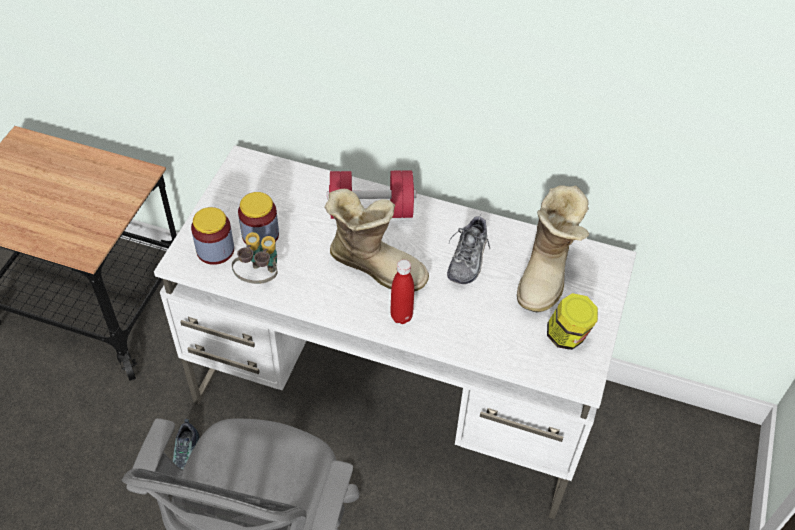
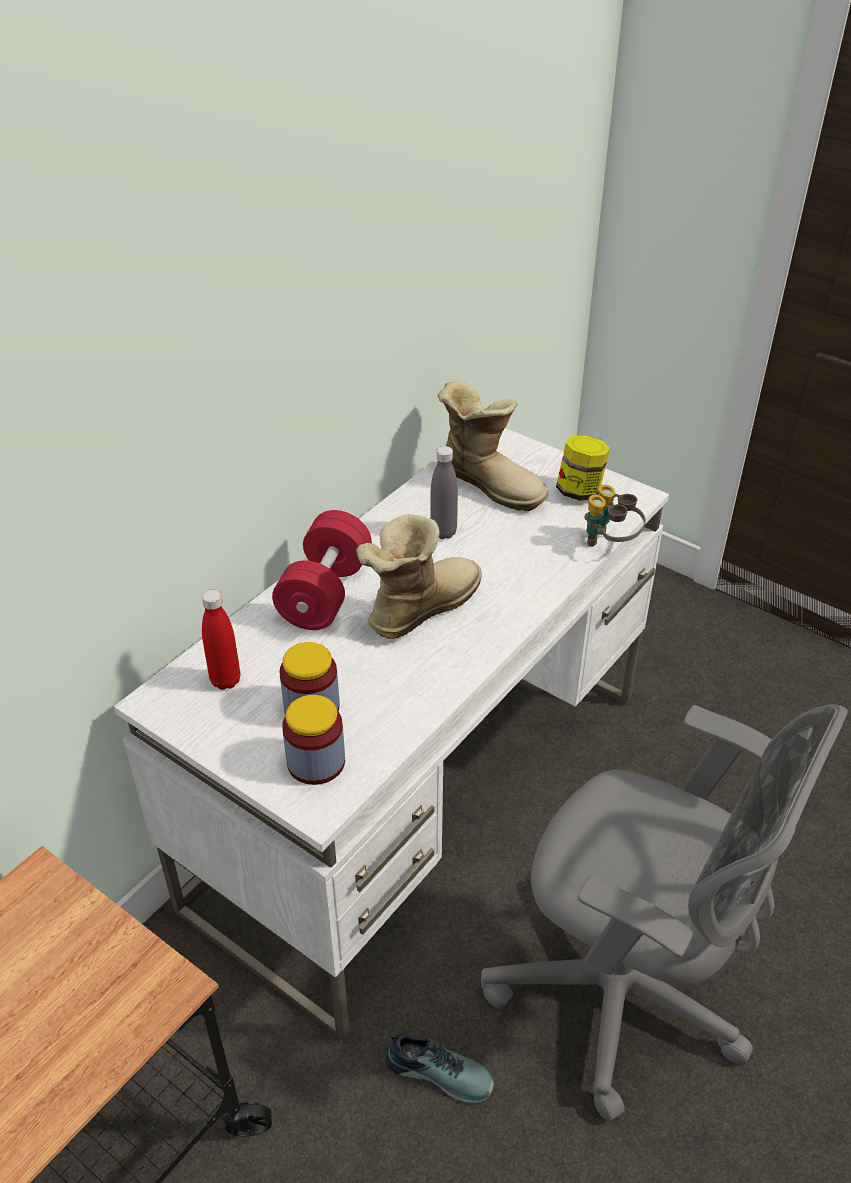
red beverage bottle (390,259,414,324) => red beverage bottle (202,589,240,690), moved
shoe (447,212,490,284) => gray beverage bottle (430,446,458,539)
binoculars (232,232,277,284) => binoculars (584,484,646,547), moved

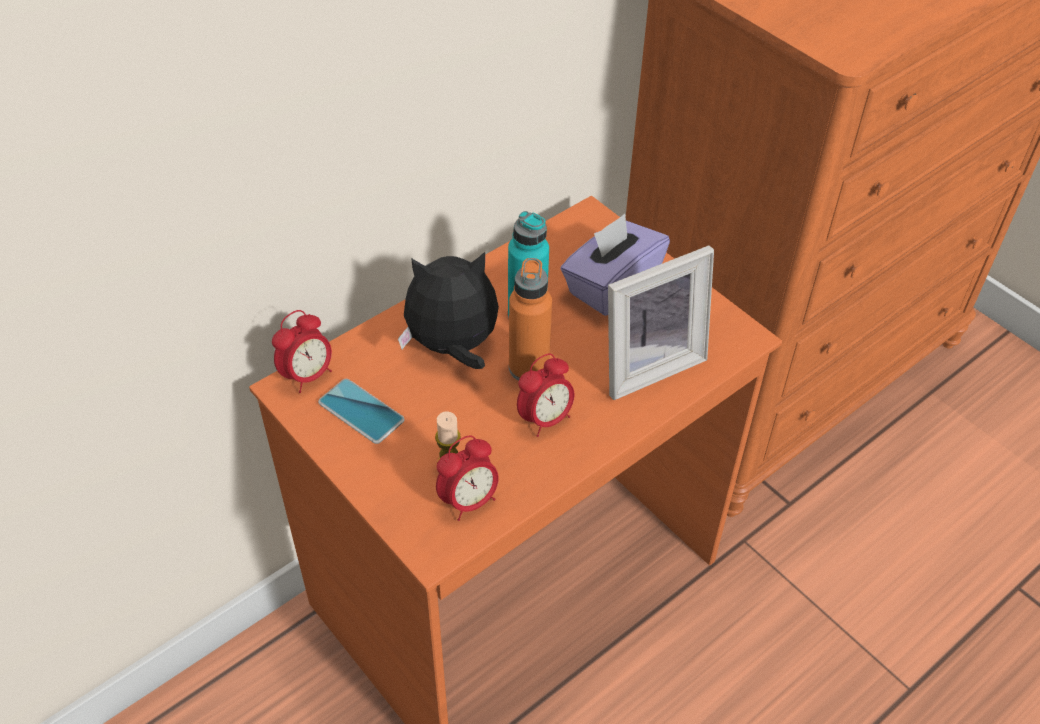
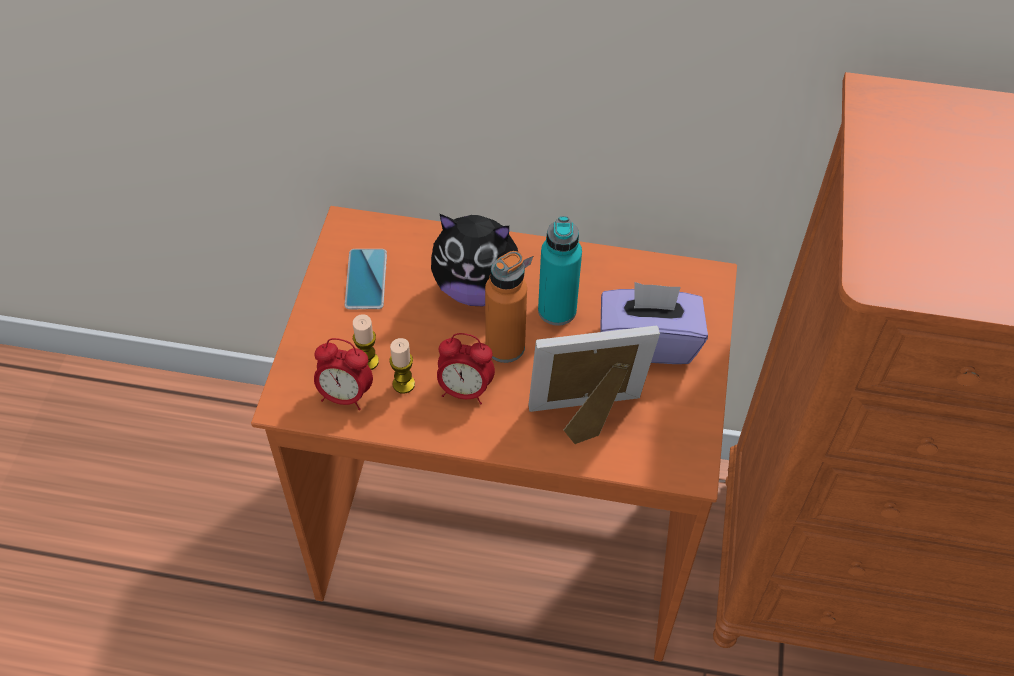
nothing => wax candle (389,338,415,394)
cuddly toy (398,252,499,369) => cuddly toy (431,214,533,306), 150 degrees clockwise
picture frame (608,245,714,400) => picture frame (528,326,660,444), 150 degrees clockwise
alarm clock (272,310,332,393) => nothing

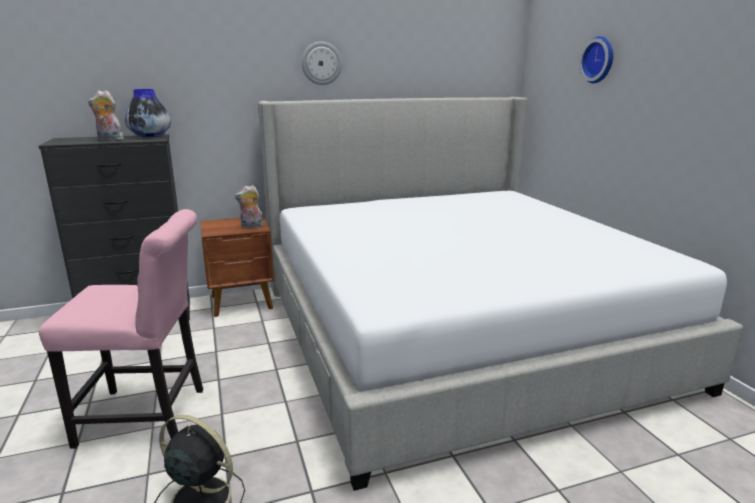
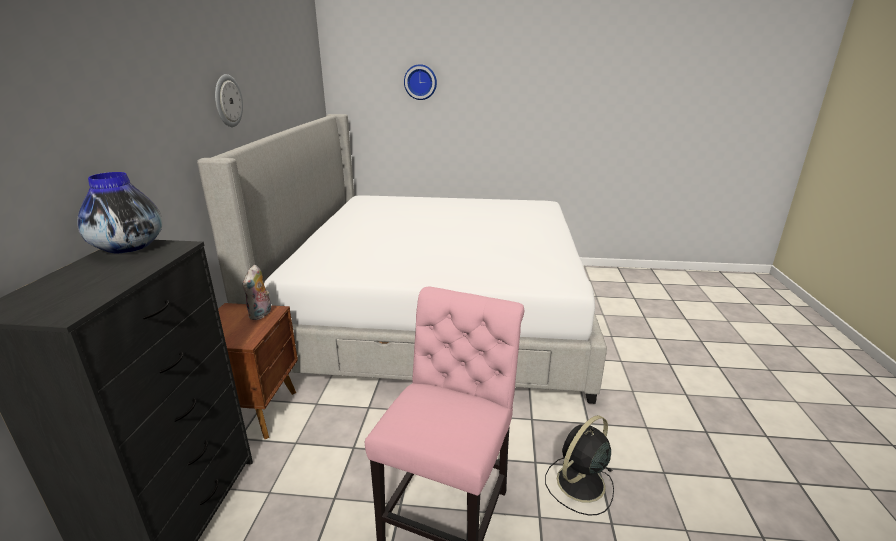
cuddly toy (88,90,126,141) => nothing

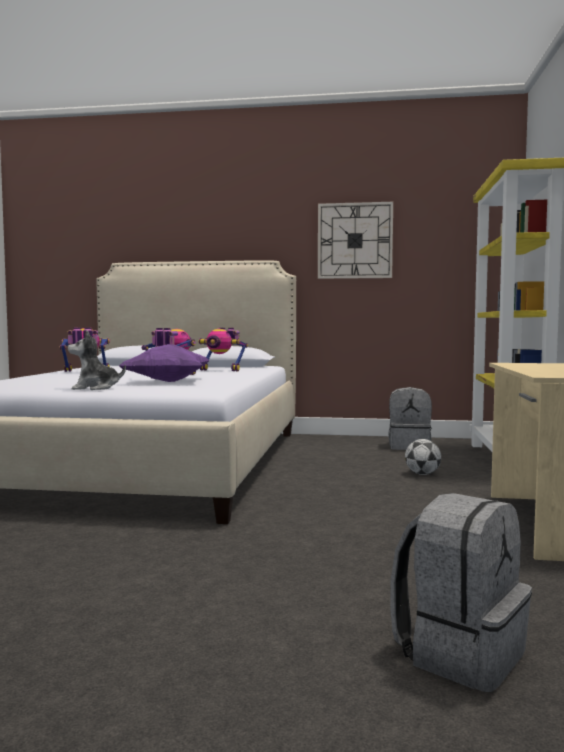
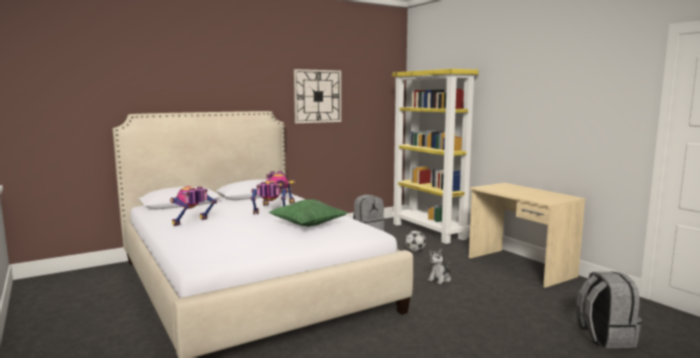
purplish pillow (119,344,210,382) => green pillow (269,199,347,227)
cuddly toy (68,330,126,390) => cuddly toy (428,248,451,284), moved

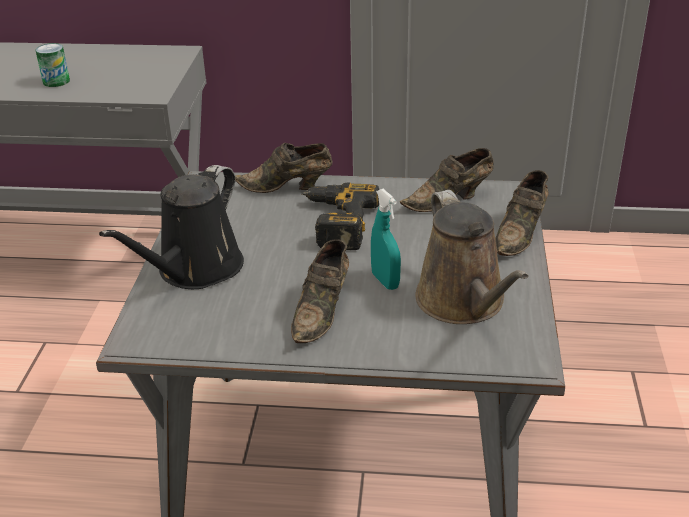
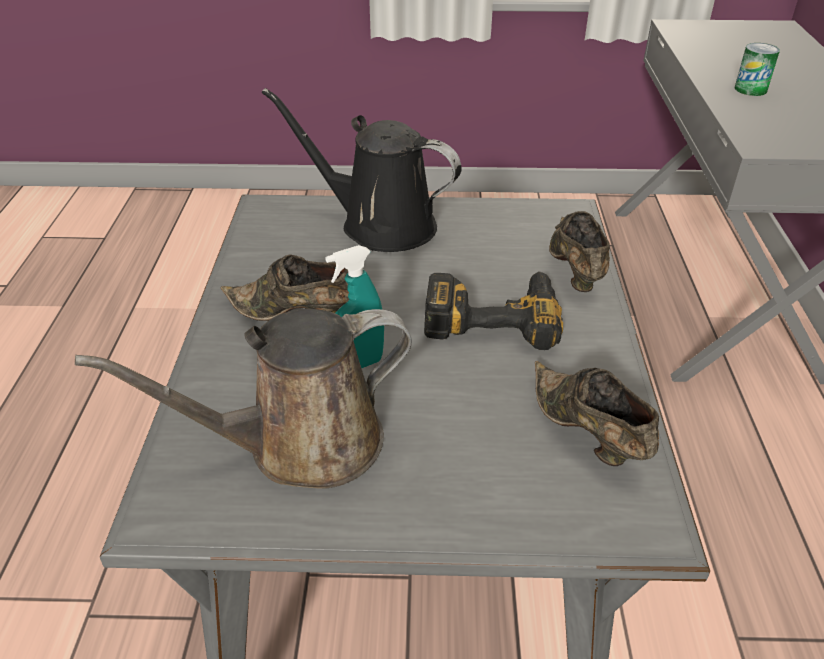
brown-coloured shoe (495,170,549,256) => nothing

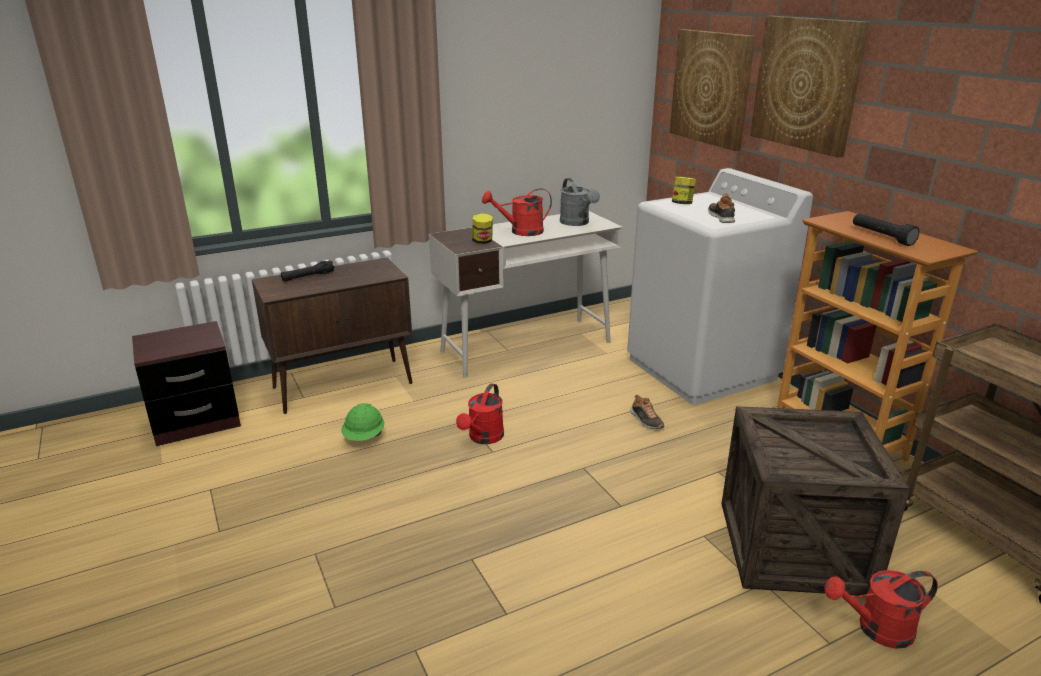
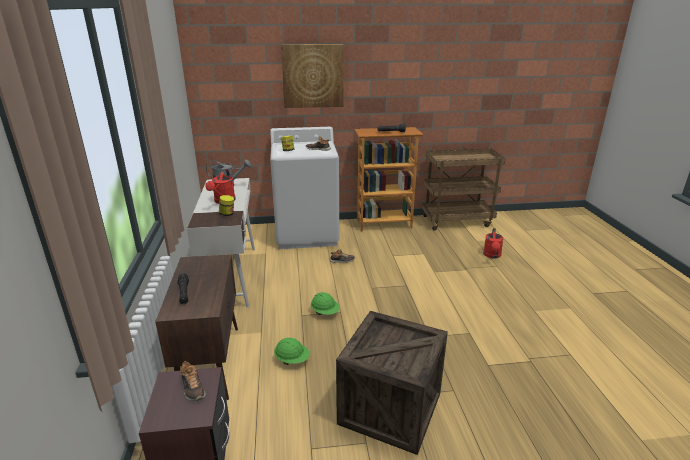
nothing => shoe (181,361,205,401)
red watering can (456,383,504,444) => green hard hat (311,292,340,315)
packing crate (722,406,910,596) => packing crate (336,311,448,455), moved
wall art (670,29,755,151) => nothing

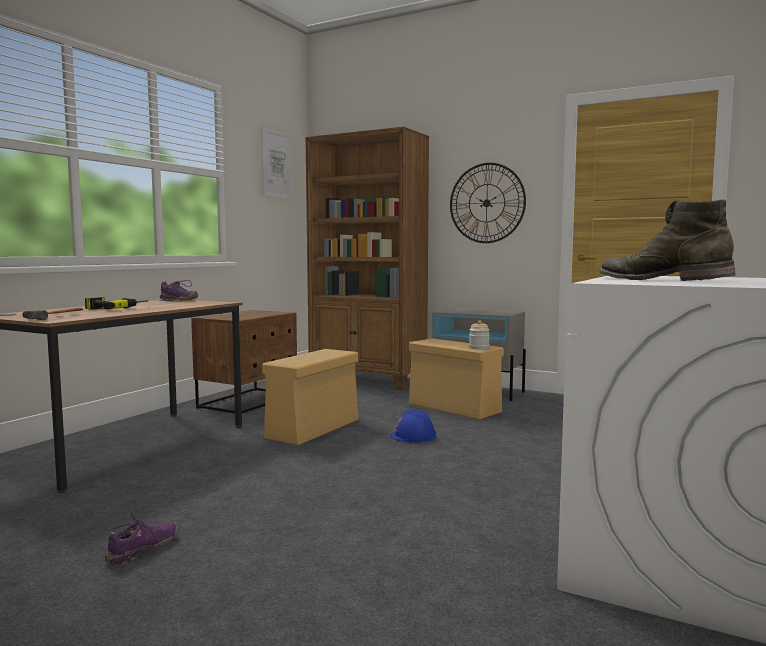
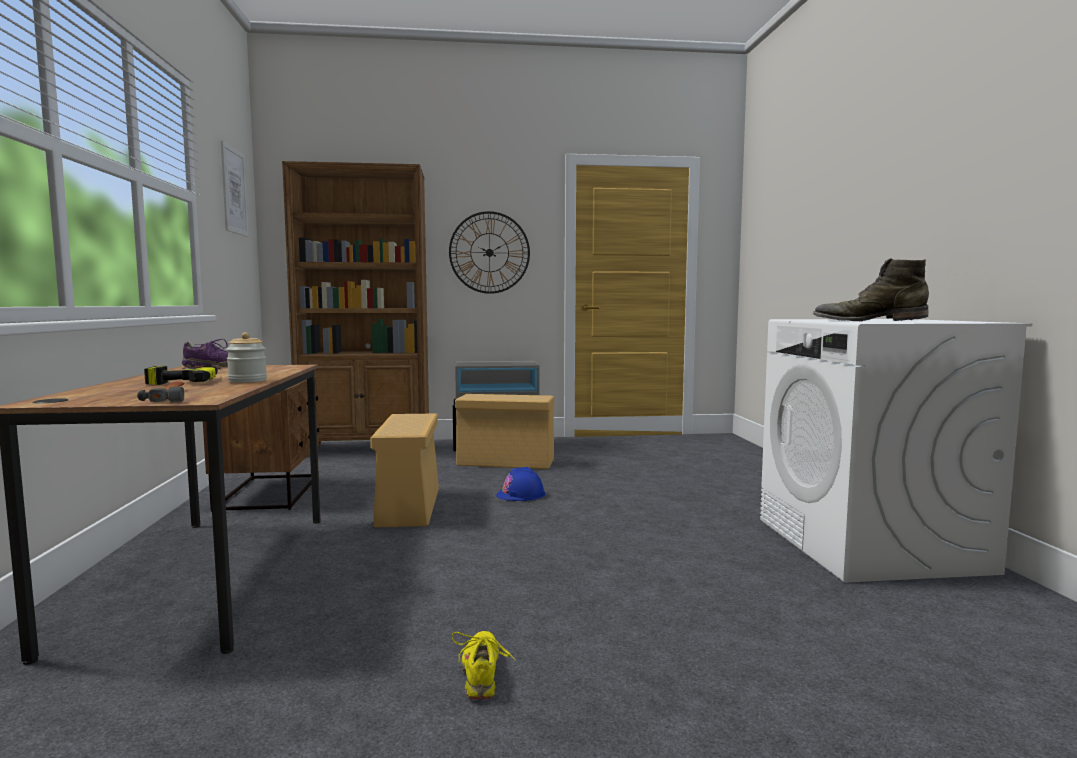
preserve jar (469,321,490,349) => preserve jar (226,332,267,383), moved
purplish shoe (105,512,178,565) => yellow-coloured shoe (451,631,516,699)

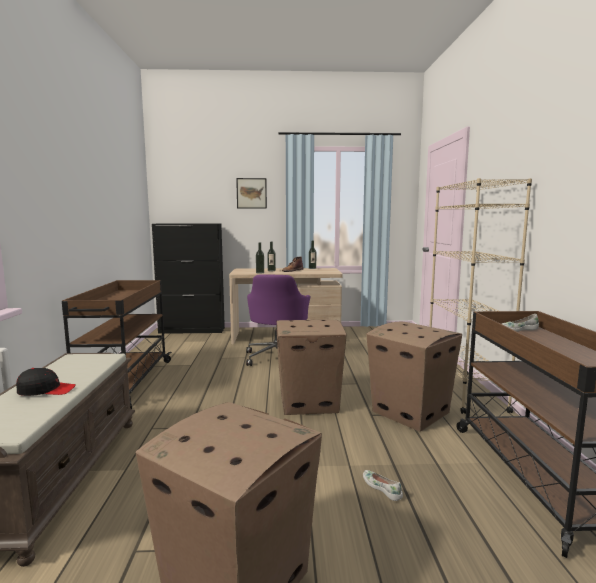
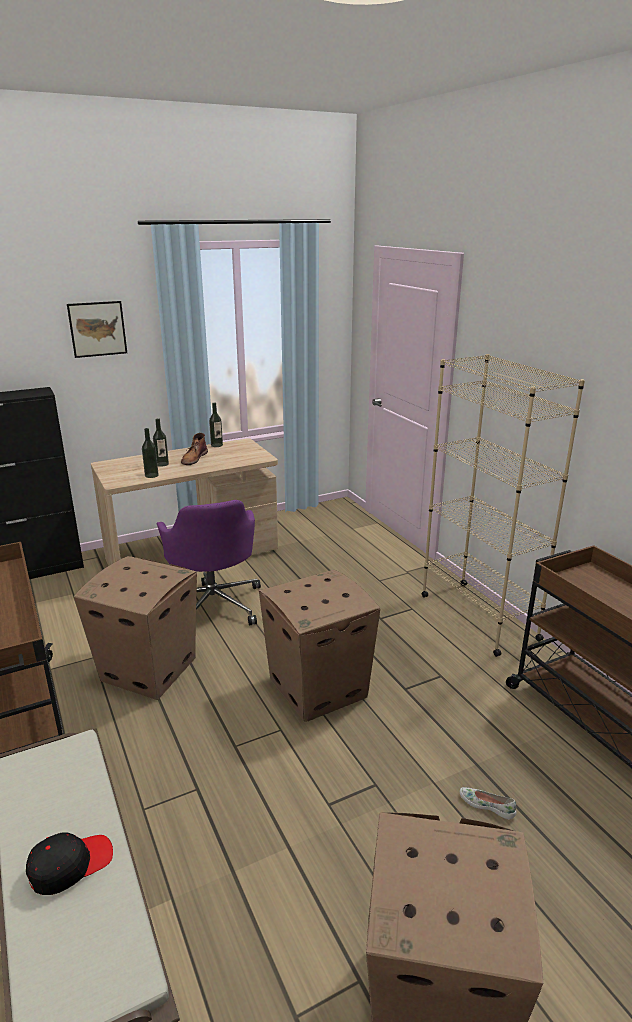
carton (366,322,462,432) => carton (74,556,197,700), moved
whitish shoe (502,314,539,332) => nothing

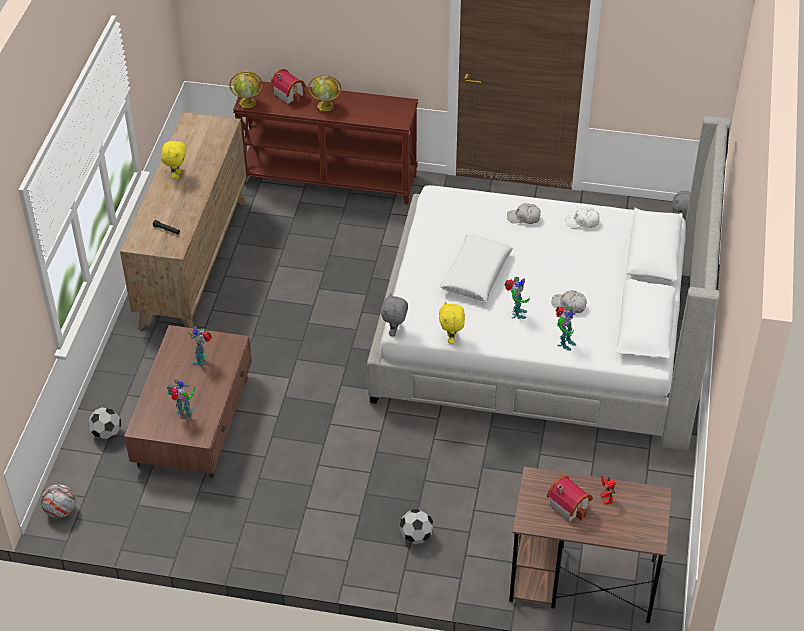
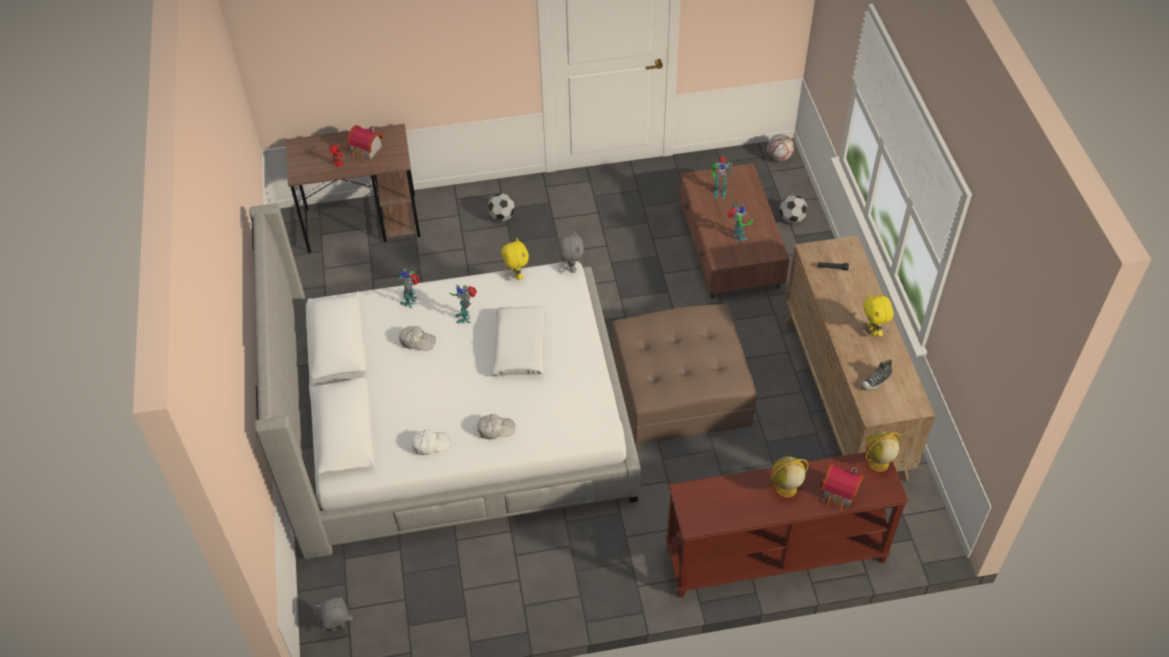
nothing => brown-coloured footrest (612,304,757,445)
nothing => shoe (861,360,892,391)

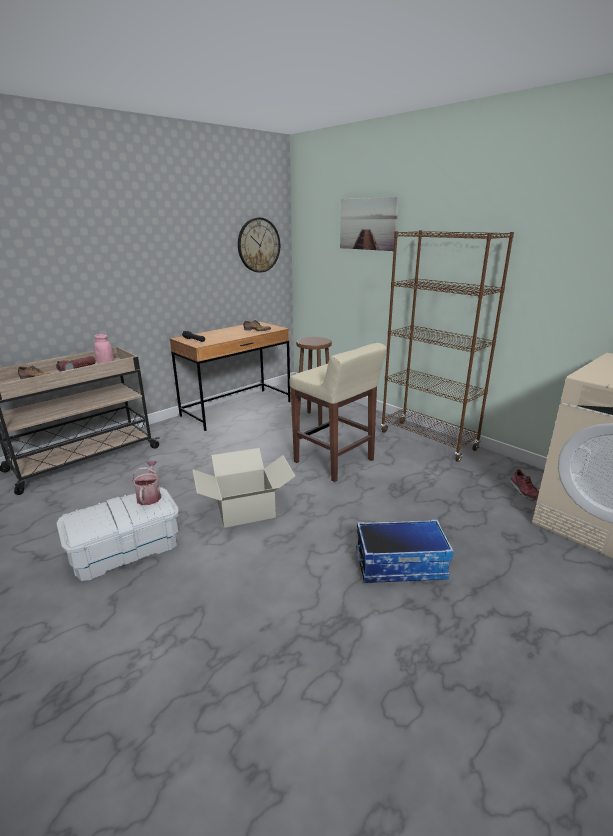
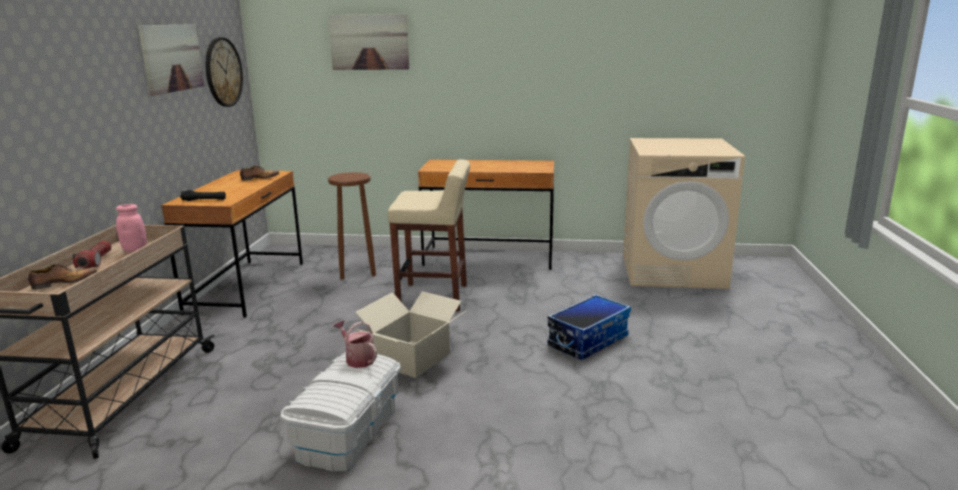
nothing => wall art (138,24,204,96)
brown-coloured bookshelf (381,230,514,462) => brown-coloured desk table (418,159,554,270)
shoe (509,469,539,501) => nothing

